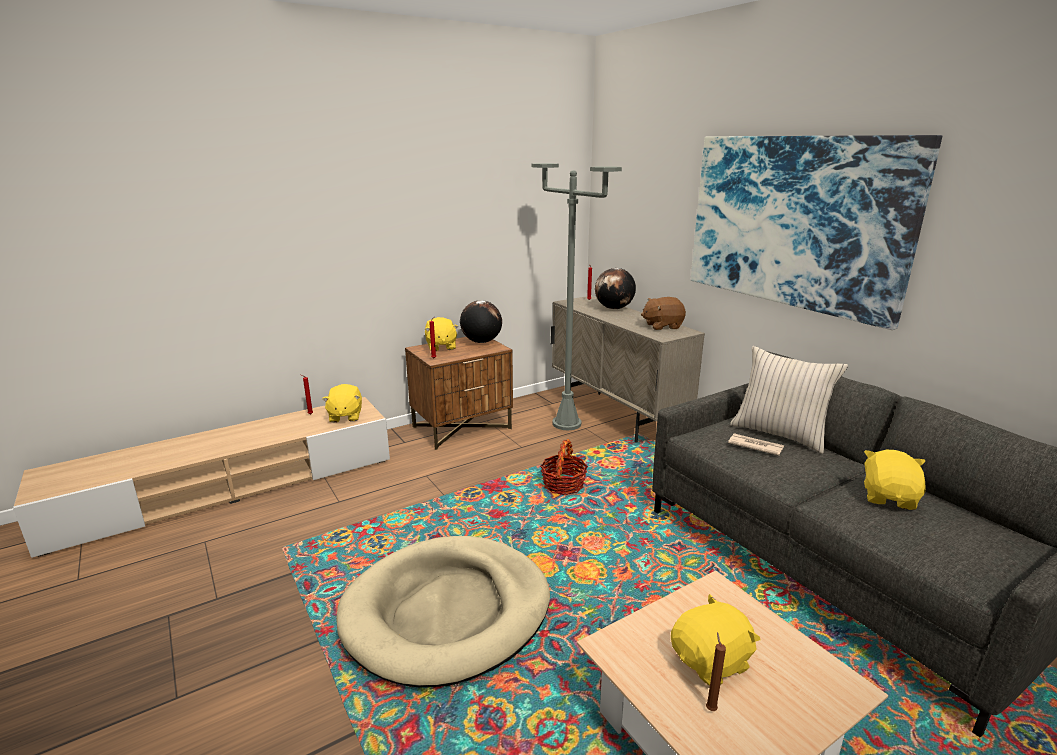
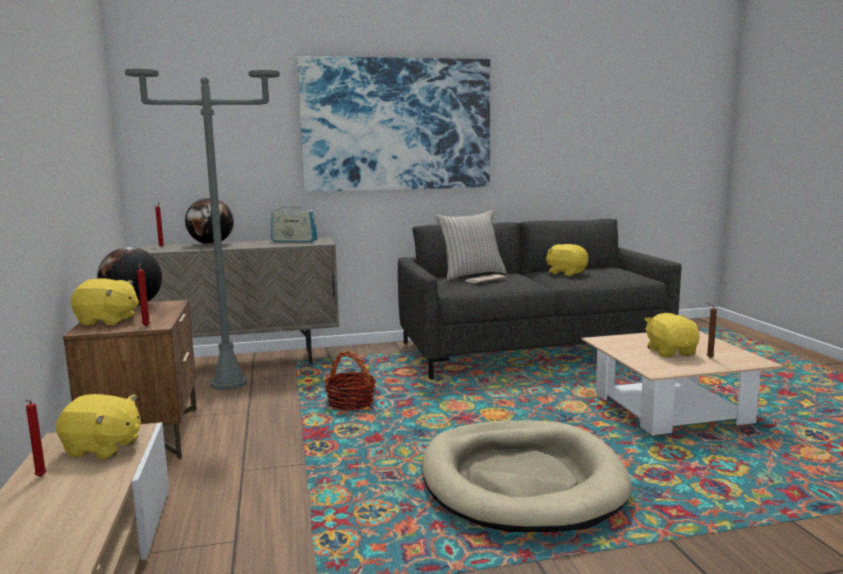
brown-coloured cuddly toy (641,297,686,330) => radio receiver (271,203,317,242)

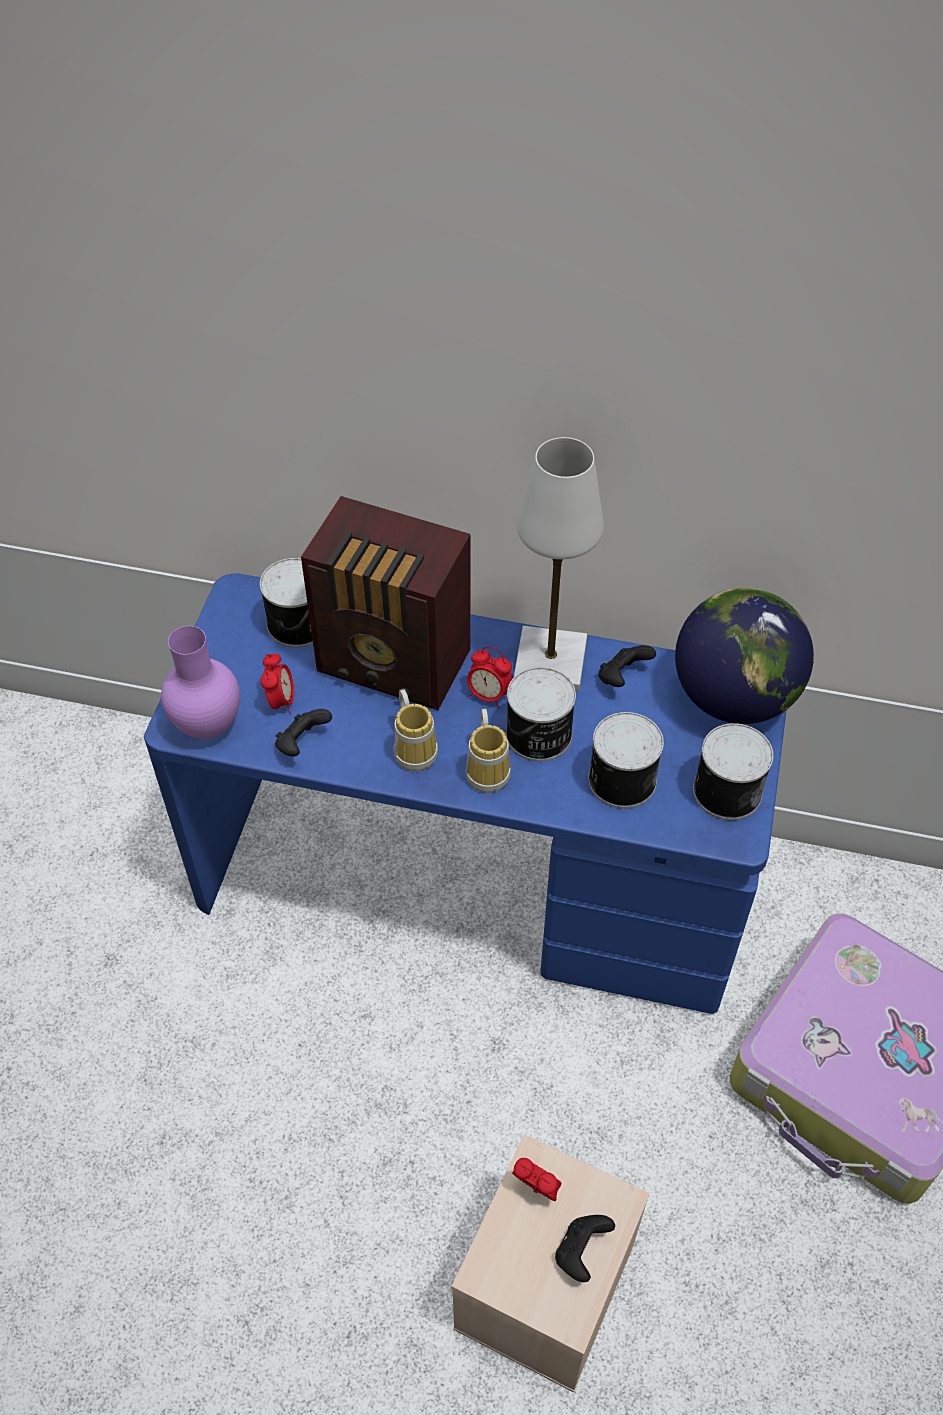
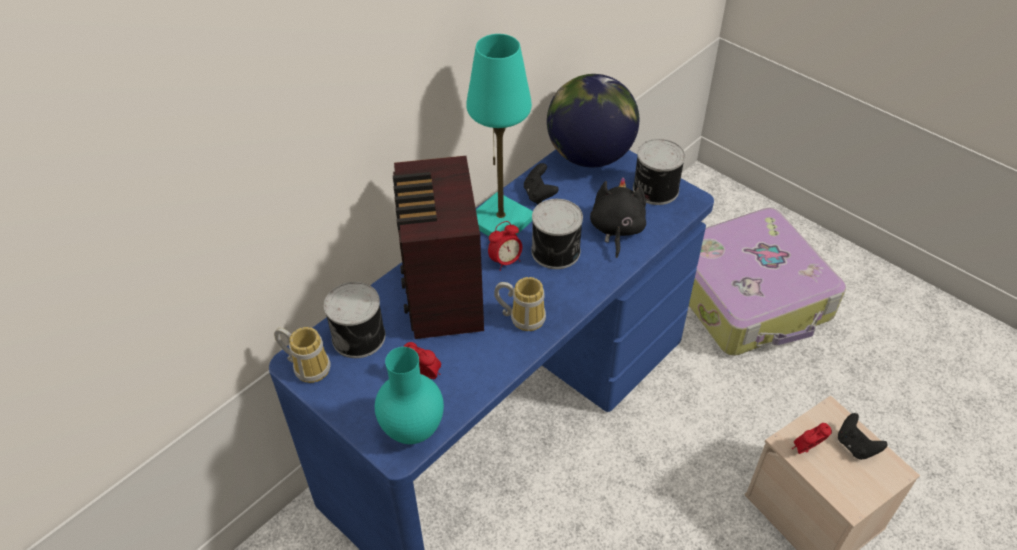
mug (466,709,511,793) => mug (274,327,330,383), moved
purplish decorative vase (161,626,240,739) => turquoise decorative vase (375,347,444,444)
radio receiver (301,496,471,710) => radio receiver (393,156,484,339), 120 degrees clockwise
whitish tabletop lamp (514,437,604,691) => turquoise tabletop lamp (467,34,533,236)
sealed can (588,712,664,809) => black cuddly toy (590,177,646,258)
black joypad (275,709,332,757) => nothing

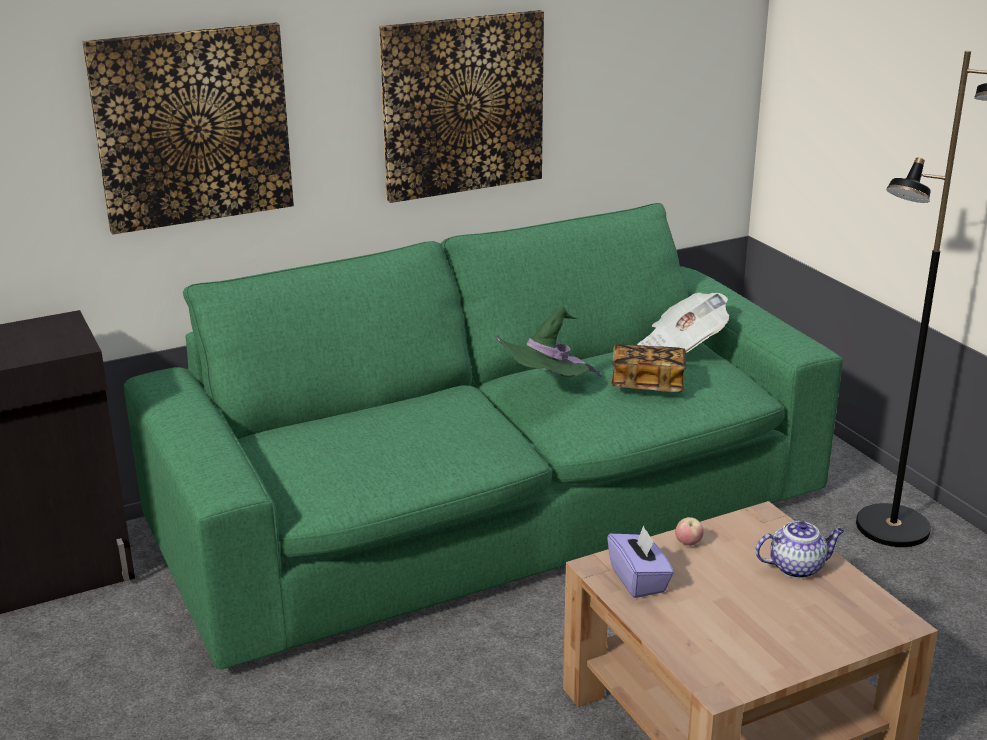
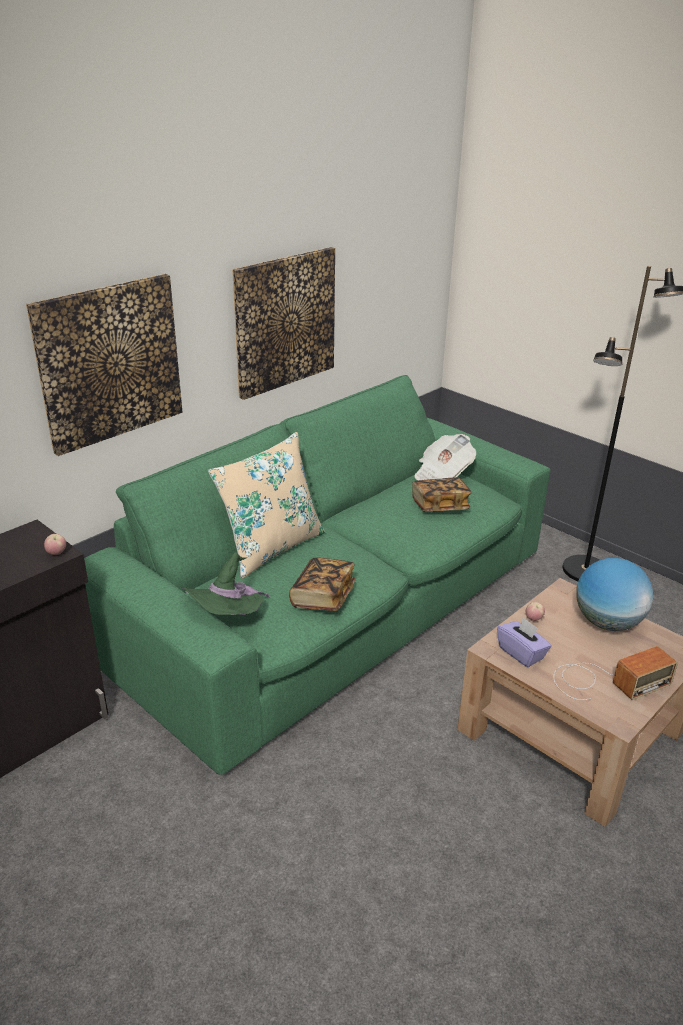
nothing => whole apple (44,534,66,555)
green wearable hat (494,306,602,377) => green wearable hat (180,552,270,615), moved
nothing => beige-coloured pillow (208,432,325,579)
nothing => bound book (289,557,356,611)
nothing => radio receiver (553,646,678,700)
teapot (755,521,844,578) => desk globe (576,558,653,631)

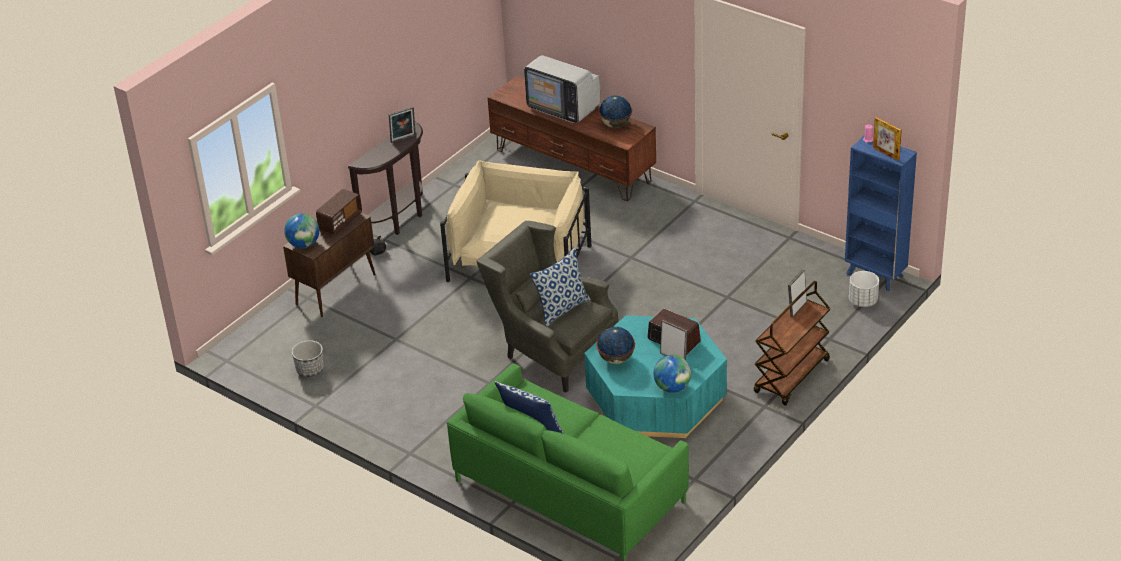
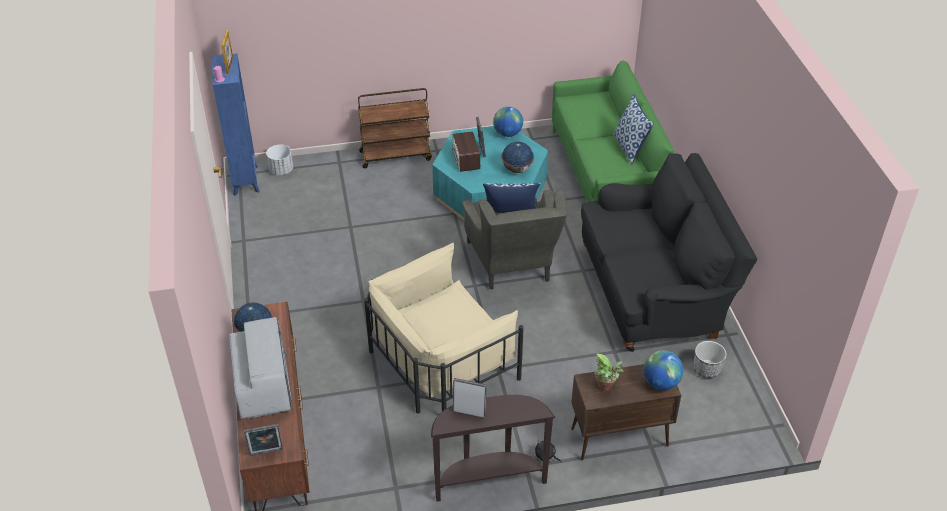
picture frame (788,269,807,317) => picture frame (244,424,283,456), moved
nothing => black settee (581,153,757,352)
radio receiver (316,189,362,235) => potted plant (594,353,623,391)

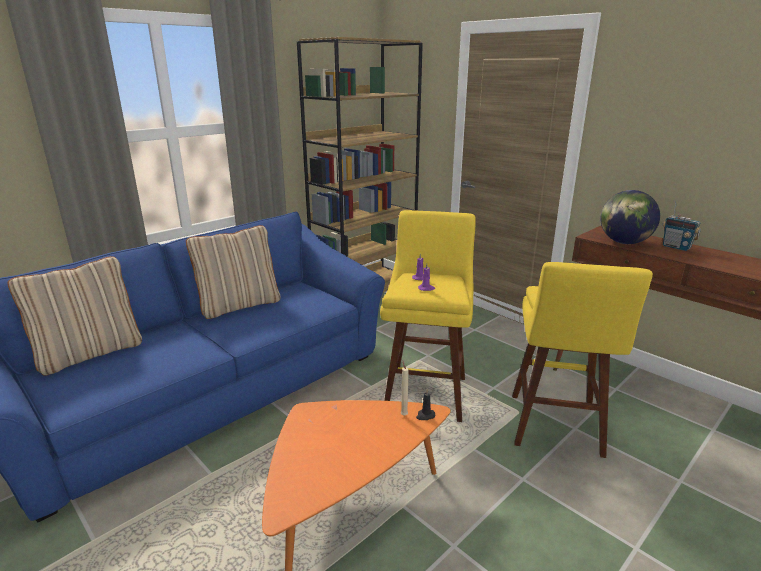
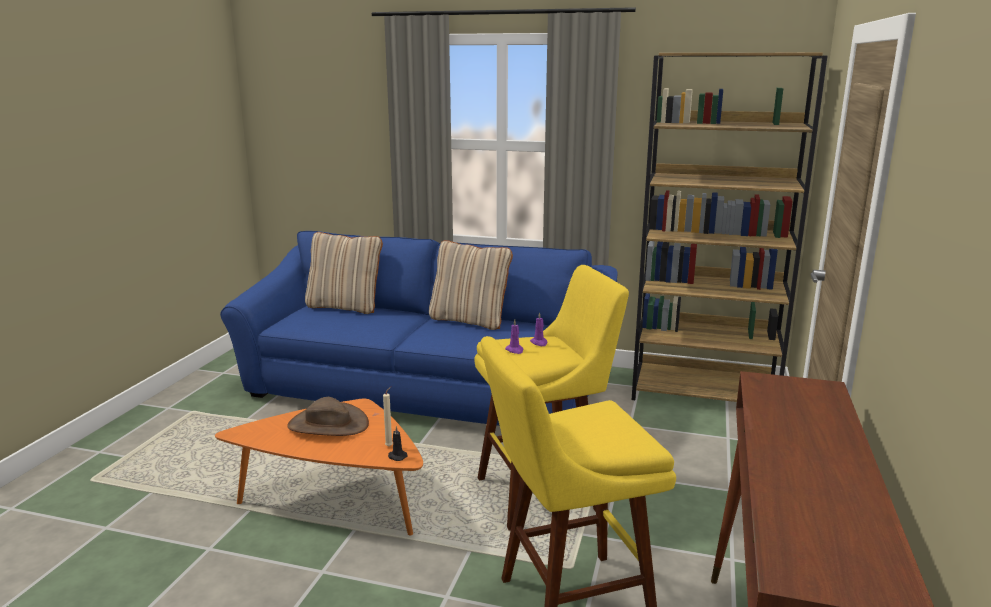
nothing => brown-coloured wearable hat (287,397,369,436)
desk globe (601,190,660,244) => nothing
radio receiver (662,201,701,251) => nothing

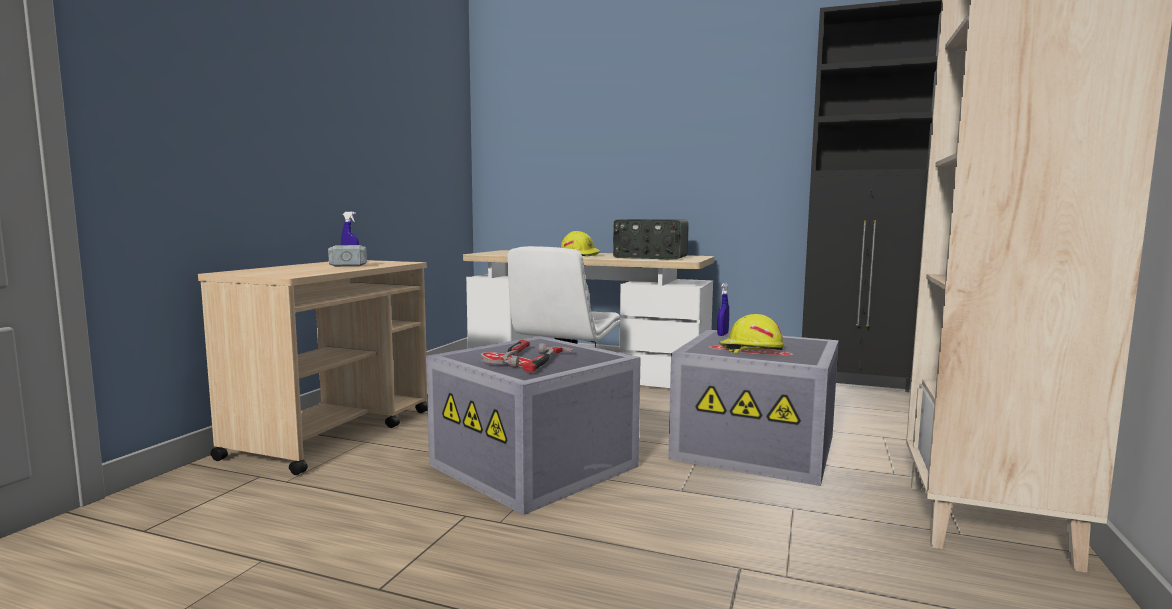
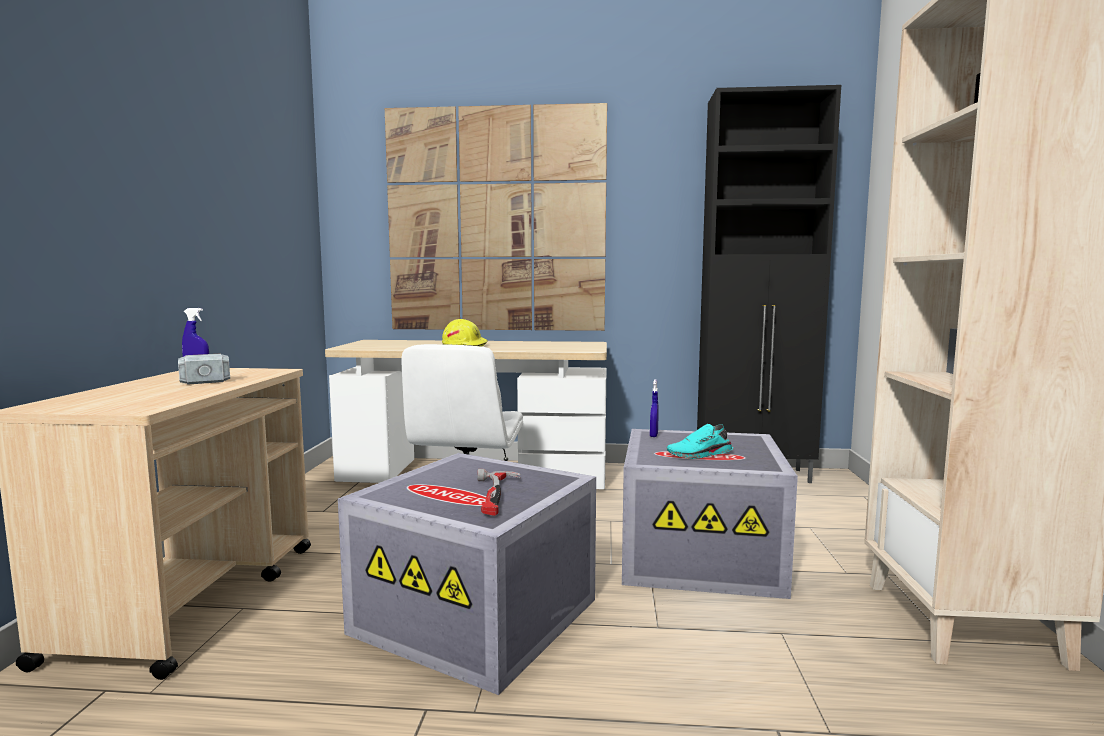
nothing => wall art (385,103,607,331)
yellow-coloured hard hat (719,314,784,353) => turquoise shoe (666,424,733,459)
hand hammer (481,340,530,367) => nothing
radio receiver (613,219,689,260) => nothing

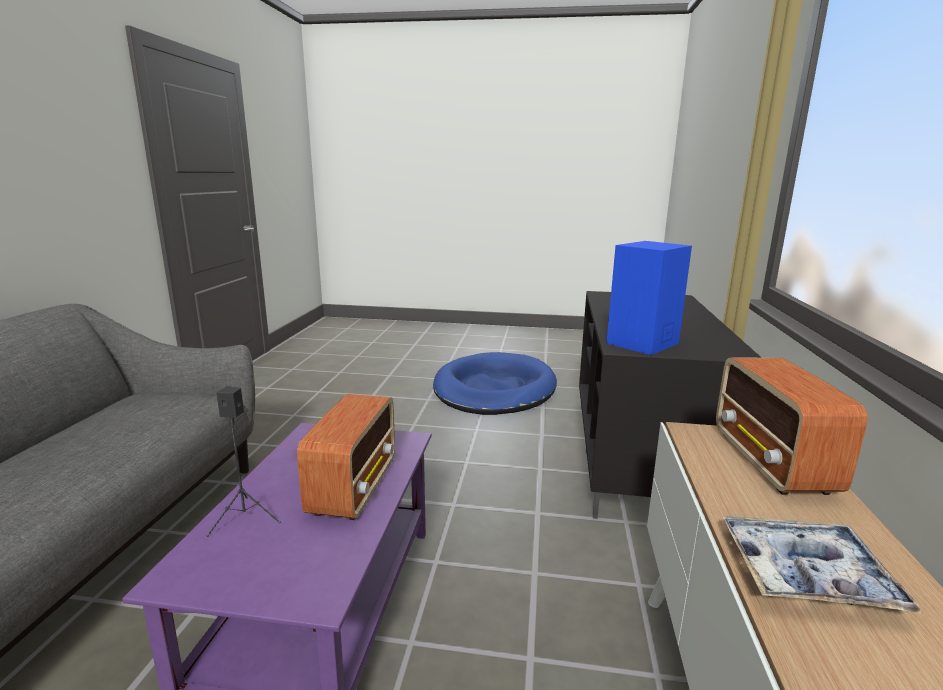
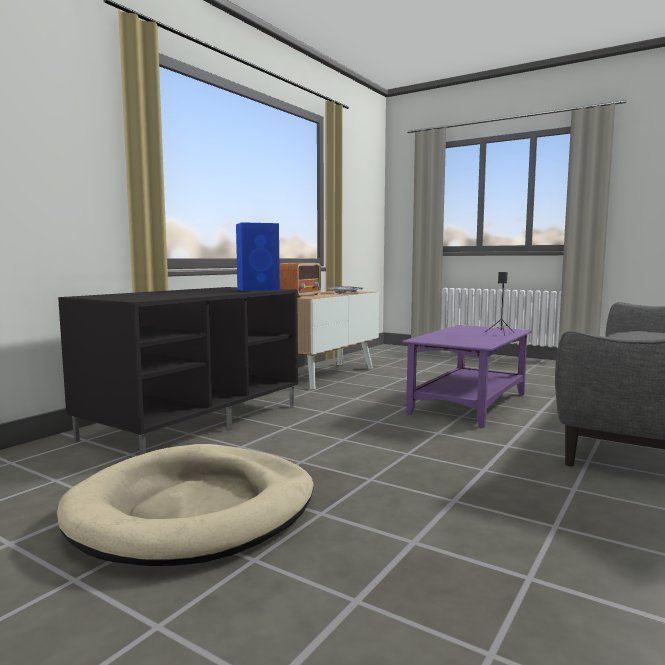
blue dog bed (433,352,557,415) => beige-coloured dog bed (57,444,314,566)
radio receiver (297,394,395,520) => nothing

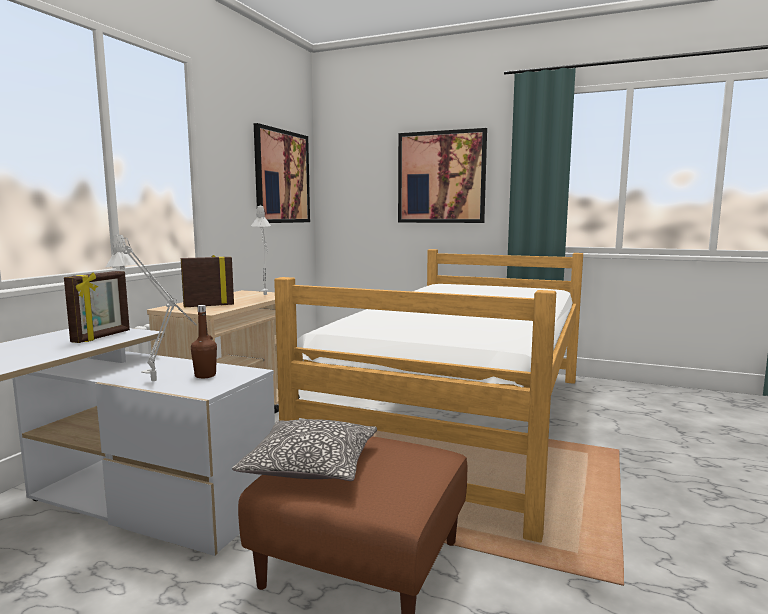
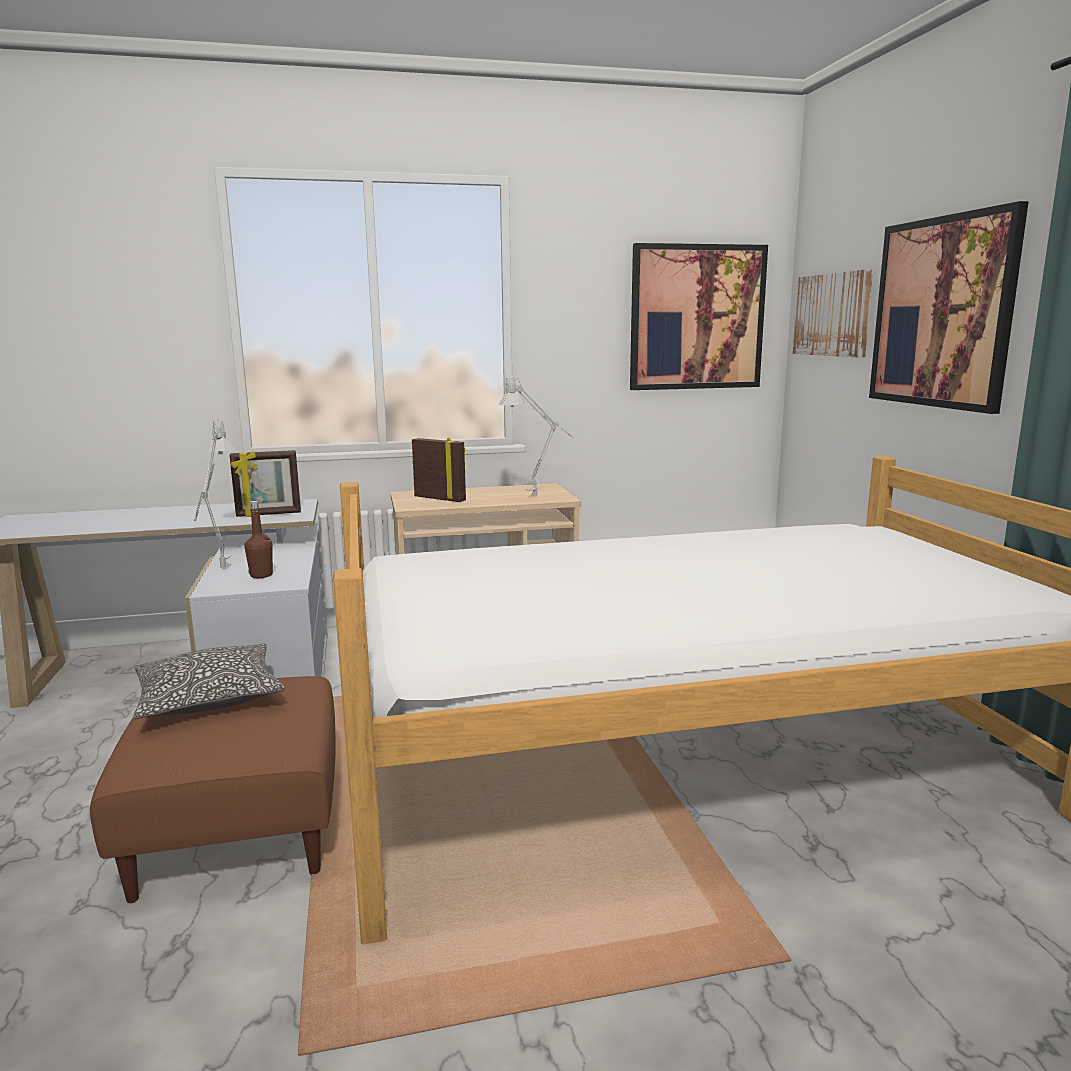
nothing => wall art (793,269,873,358)

